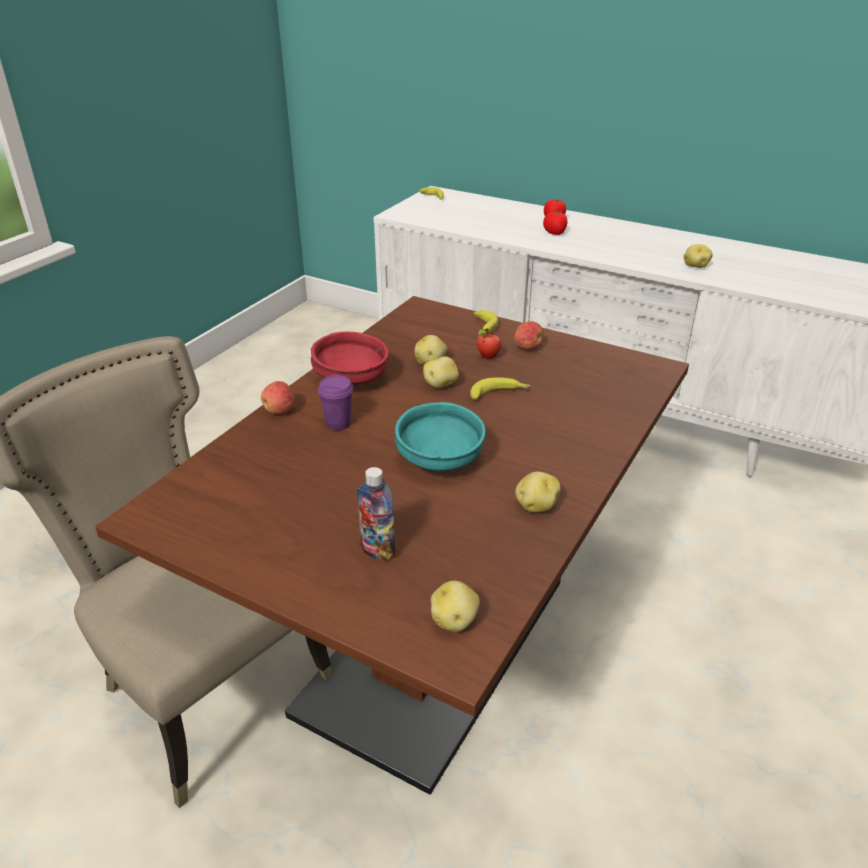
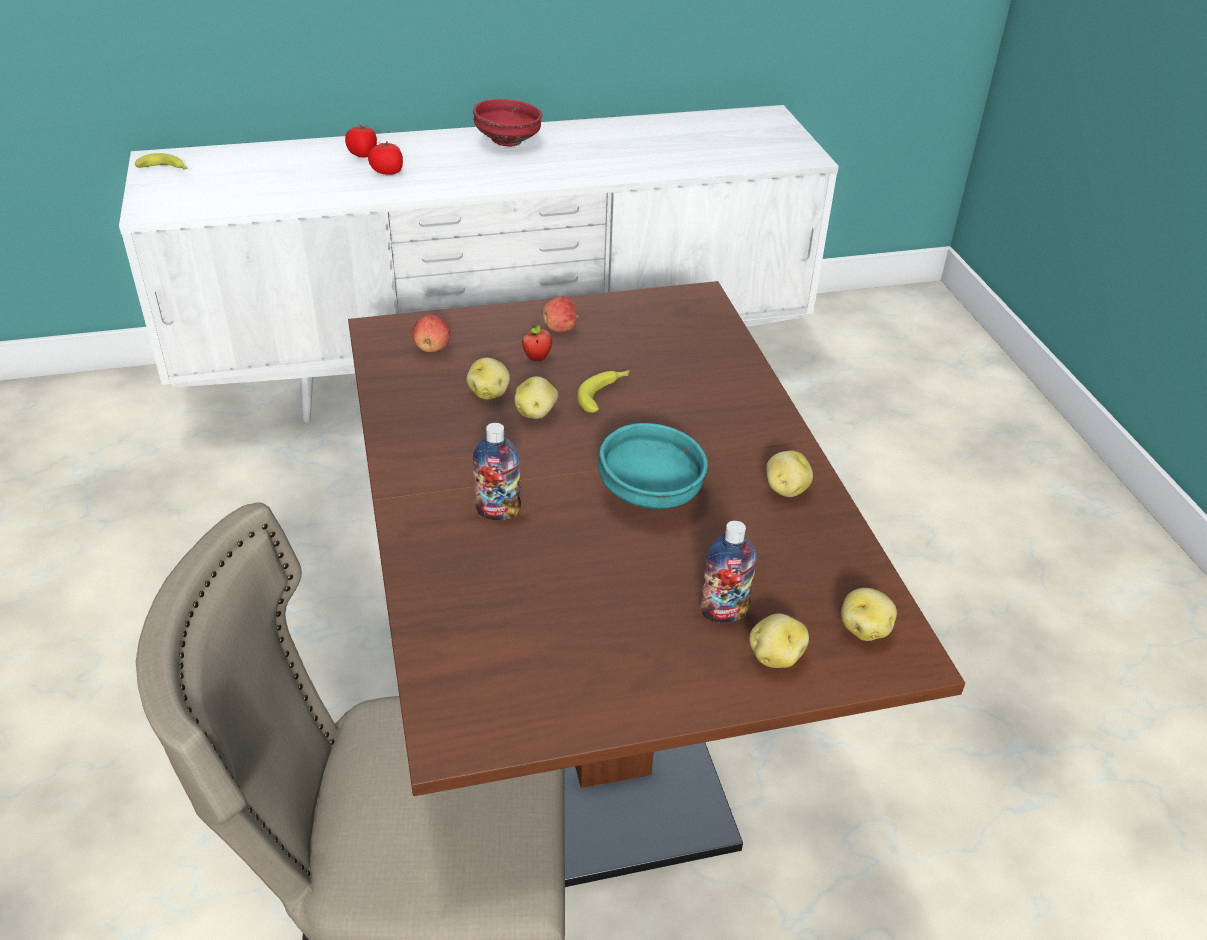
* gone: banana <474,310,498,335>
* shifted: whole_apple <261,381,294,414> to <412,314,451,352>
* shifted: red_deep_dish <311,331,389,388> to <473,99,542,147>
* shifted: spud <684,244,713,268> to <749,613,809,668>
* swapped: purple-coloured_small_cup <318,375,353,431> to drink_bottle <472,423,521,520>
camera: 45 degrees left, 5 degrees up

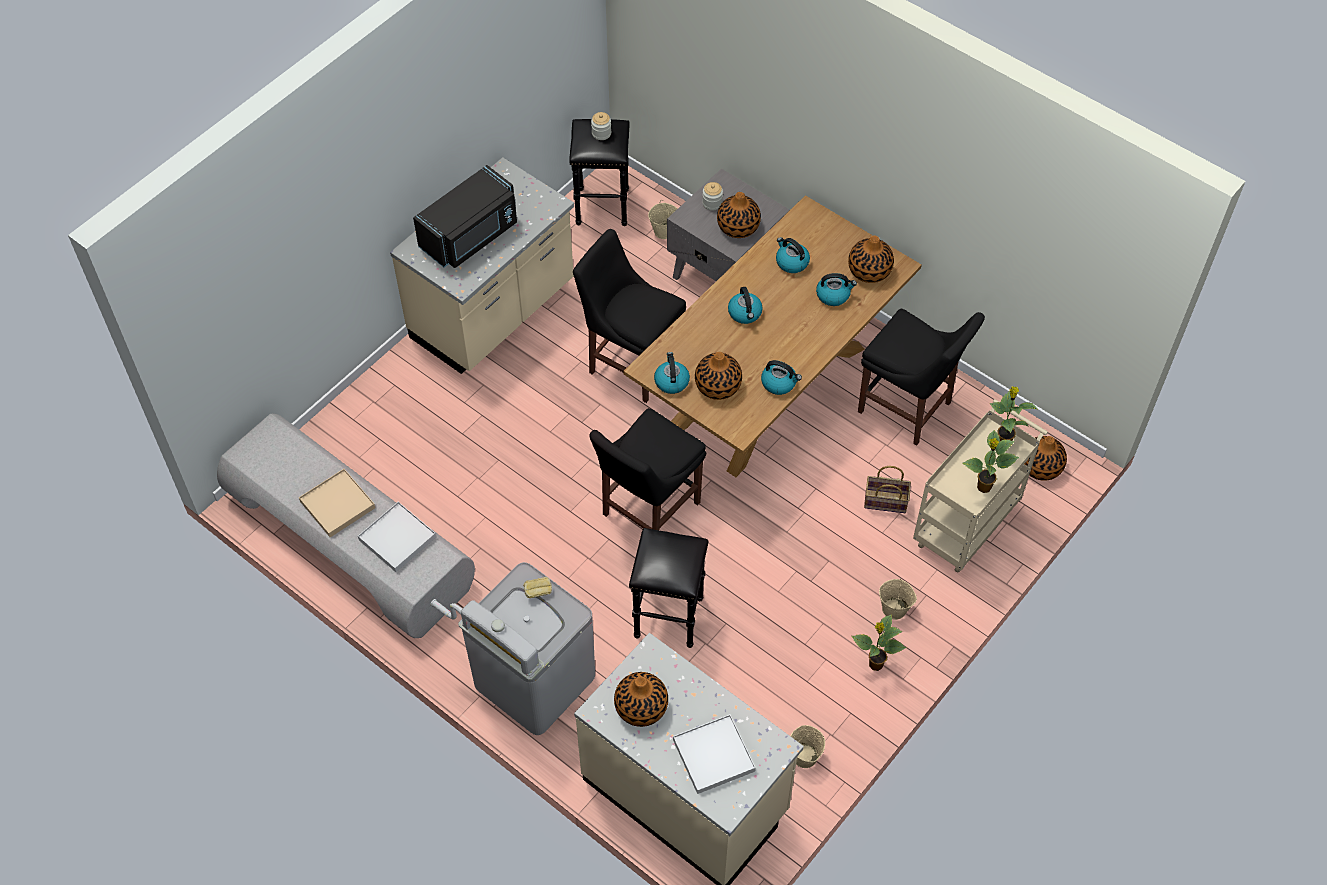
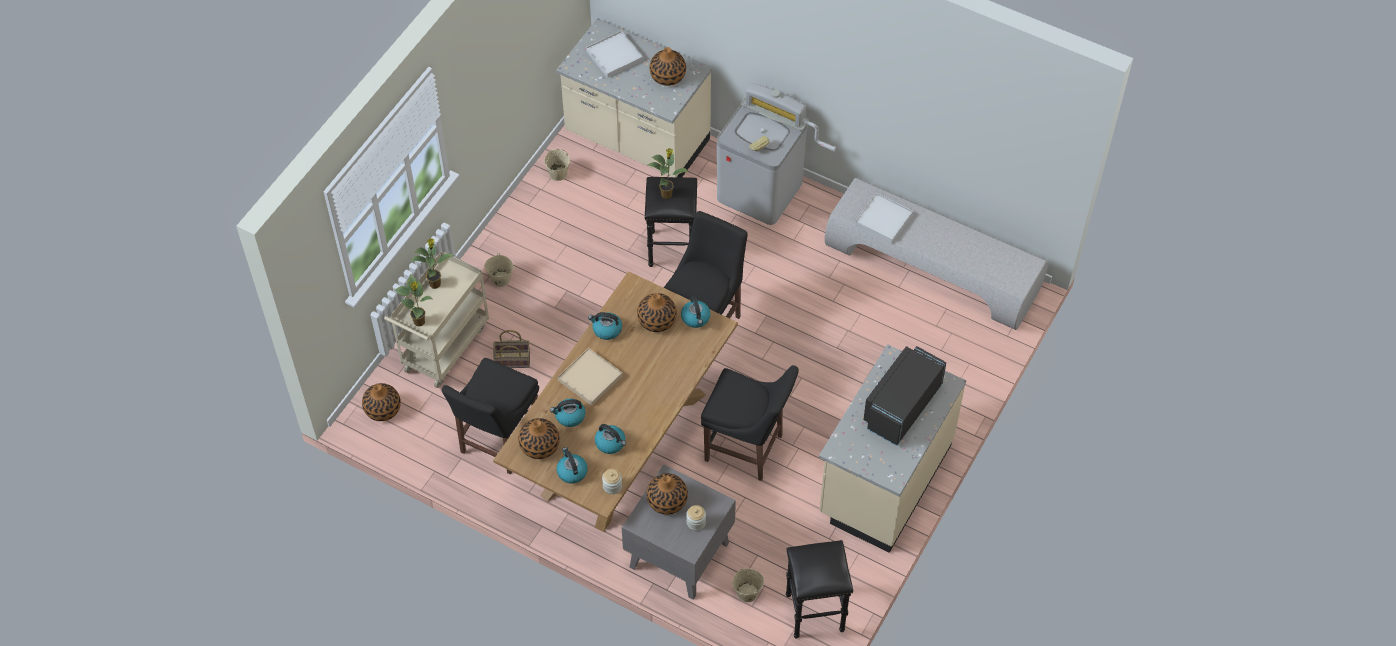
* shifted: beige_carrying_tray <299,469,375,537> to <558,348,623,406>
* shifted: preserve_jar <591,112,611,140> to <602,469,622,494>
* shifted: tea_kettle <728,287,763,324> to <556,447,588,483>
* shifted: plant_in_a_pot <851,615,907,671> to <648,148,689,199>
* rotated: blackish_upright_chair <858,309,985,446> = <442,358,539,475> 90 degrees counterclockwise
camera: 170 degrees right, 0 degrees up

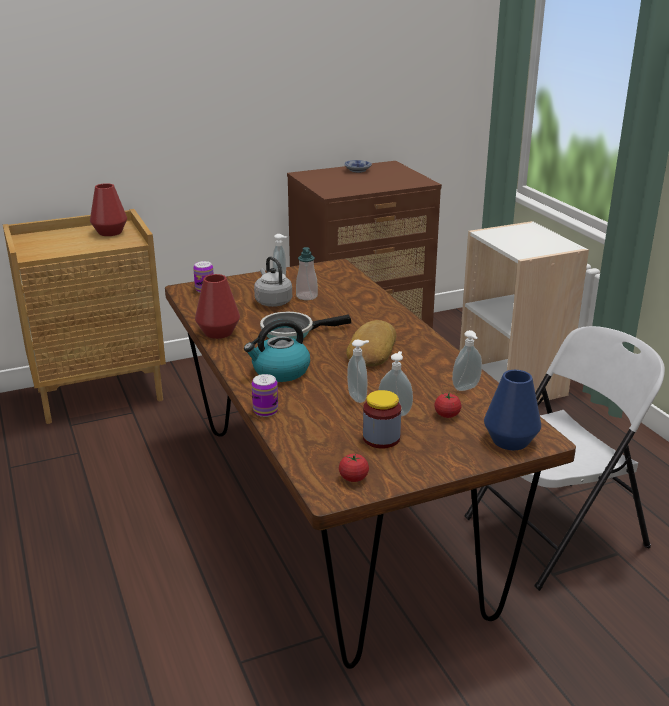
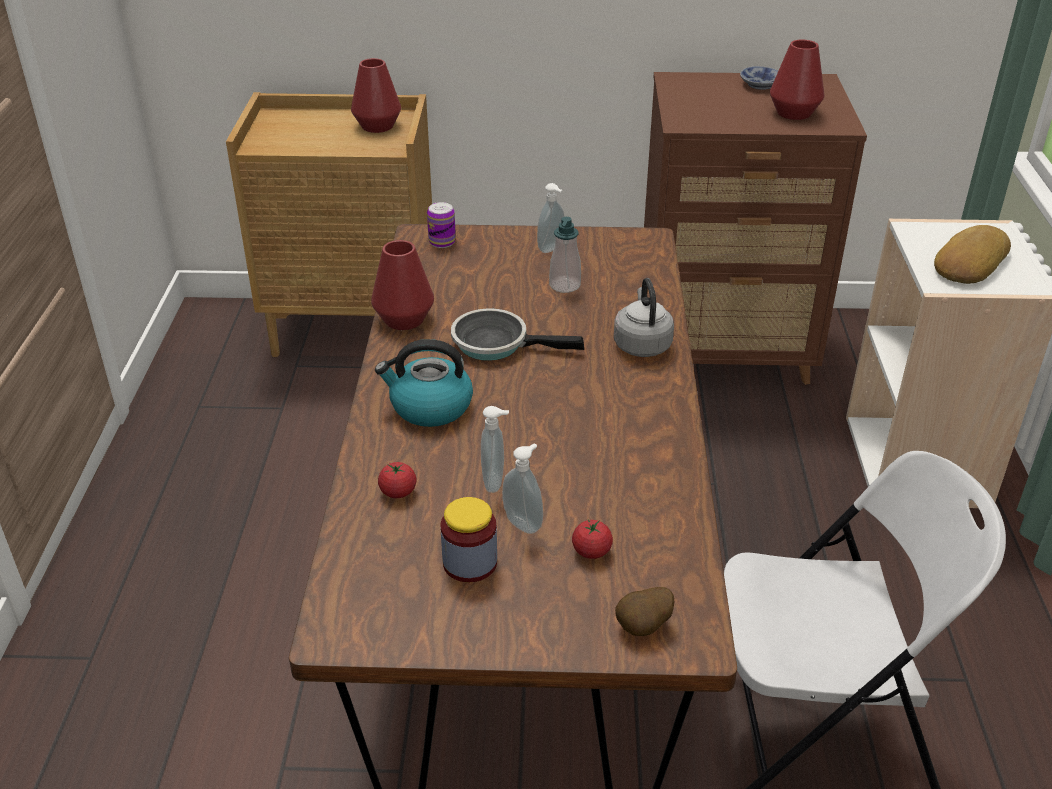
* gone: metal_can <252,374,278,417>
* gone: soap_bottle <452,330,482,391>
* new: red_decorative_vase <770,40,825,120>
* shifted: grey_tea_kettle <254,256,292,307> to <614,278,674,357>
* shifted: fresh_tomato <339,454,369,482> to <378,462,417,498>
* shifted: bakery_bread <346,320,396,367> to <934,225,1011,284>
* swapped: blue_decorative_vase <484,370,541,450> to spud <615,587,674,636>
camera: 25 degrees right, 10 degrees up

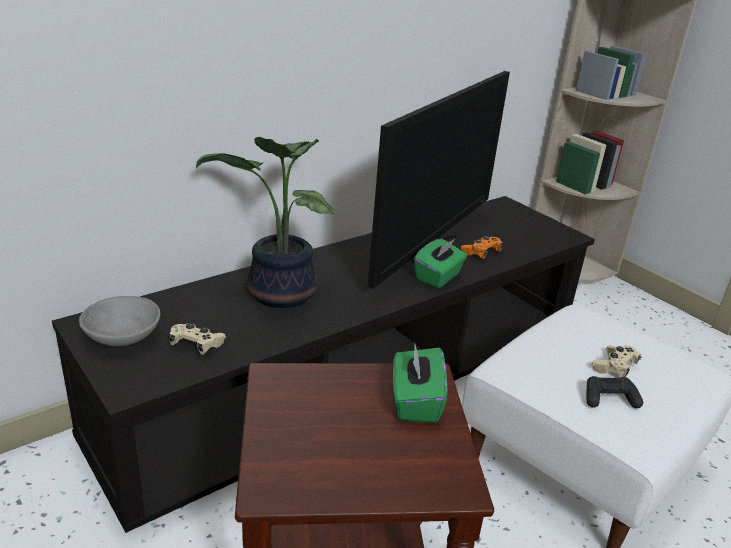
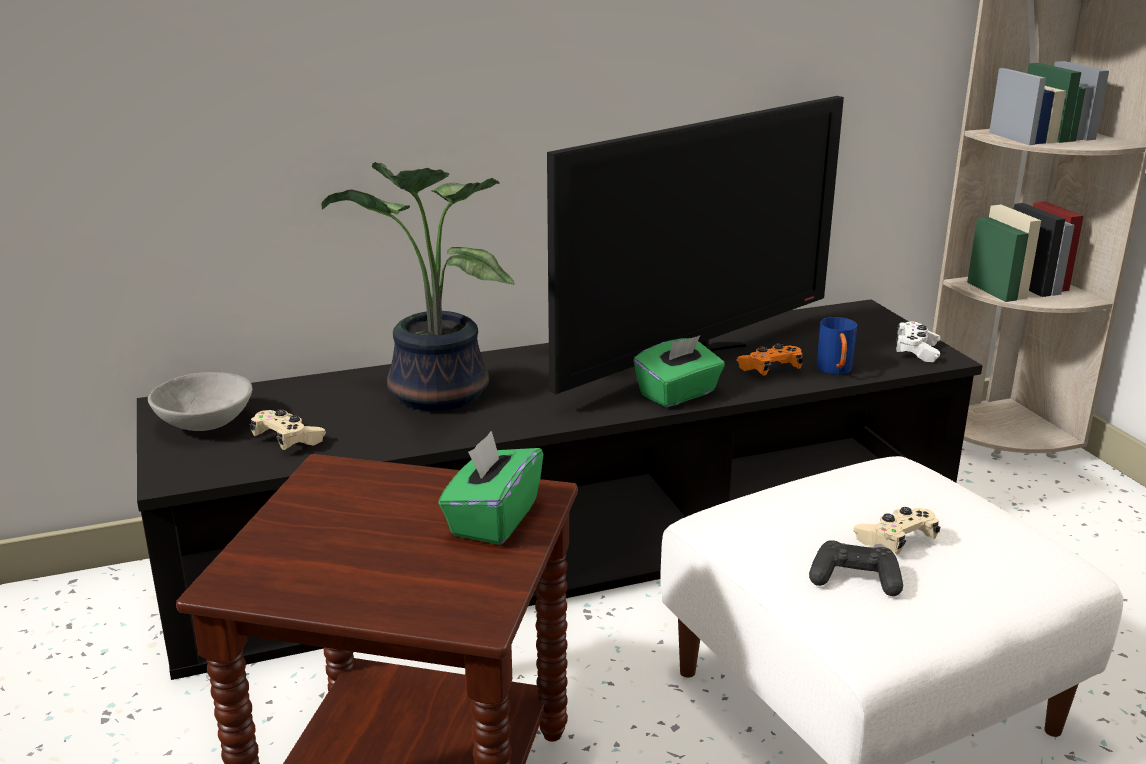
* new: blue_mug <817,317,857,375>
* new: white_gamepad <896,322,941,362>
camera: 20 degrees right, 5 degrees down

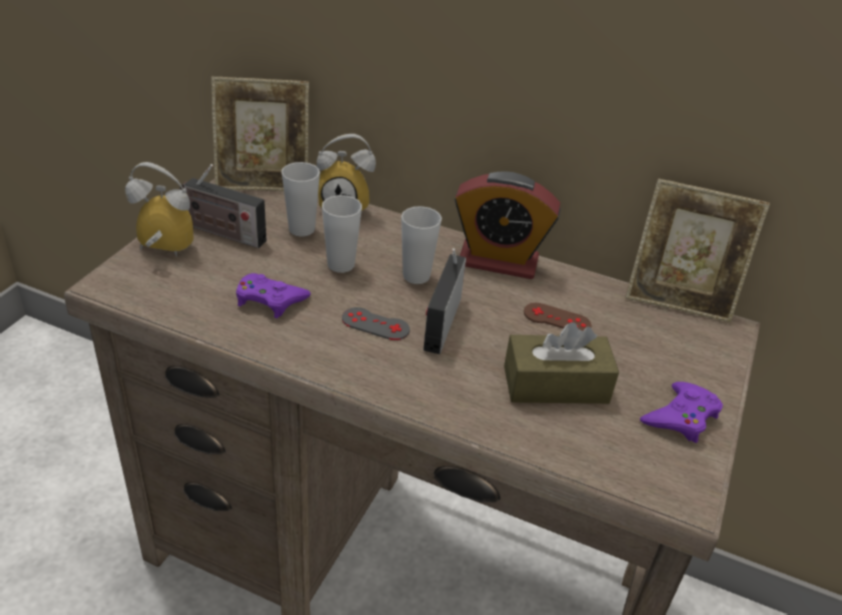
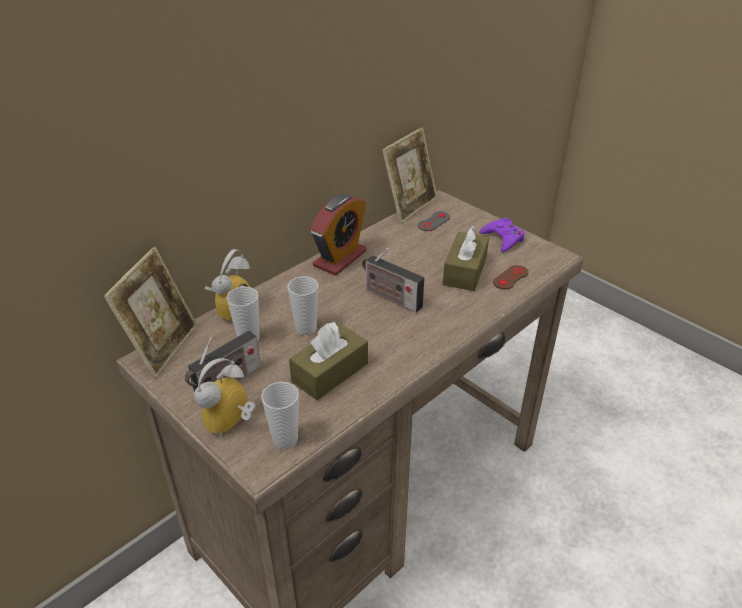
* shifted: grey_gamepad <342,307,410,340> to <418,211,450,231>
* shifted: small_cup <401,206,442,284> to <261,382,299,449>
* shifted: brown_gamepad <524,303,591,331> to <493,265,529,290>
* swapped: purple-coloured_gamepad <236,273,311,318> to brown_box_of_tissues <289,322,368,400>
camera: 65 degrees left, 0 degrees up

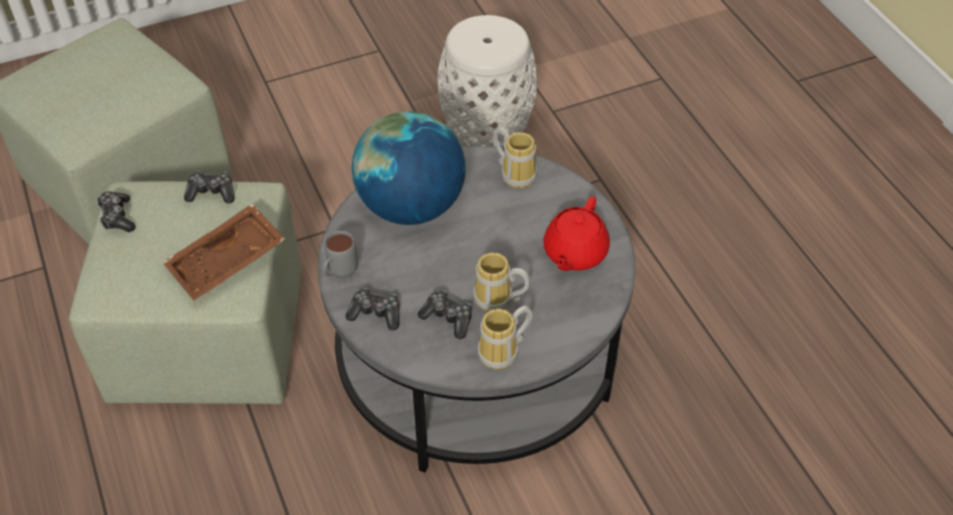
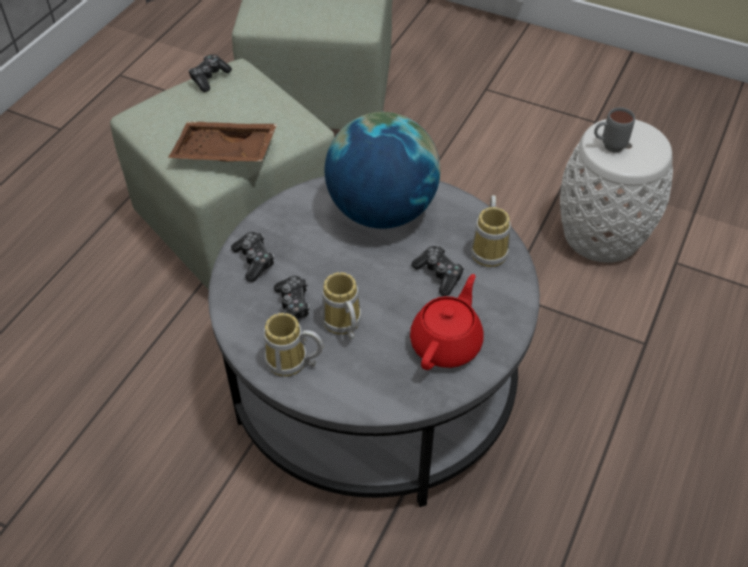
* shifted: gamepad <184,171,234,204> to <411,246,464,296>
* shifted: grey_mug <323,231,358,279> to <594,107,635,152>
* rotated: red_pot_for_tea <543,196,610,271> = <410,274,483,370> 135 degrees clockwise
camera: 50 degrees right, 0 degrees up

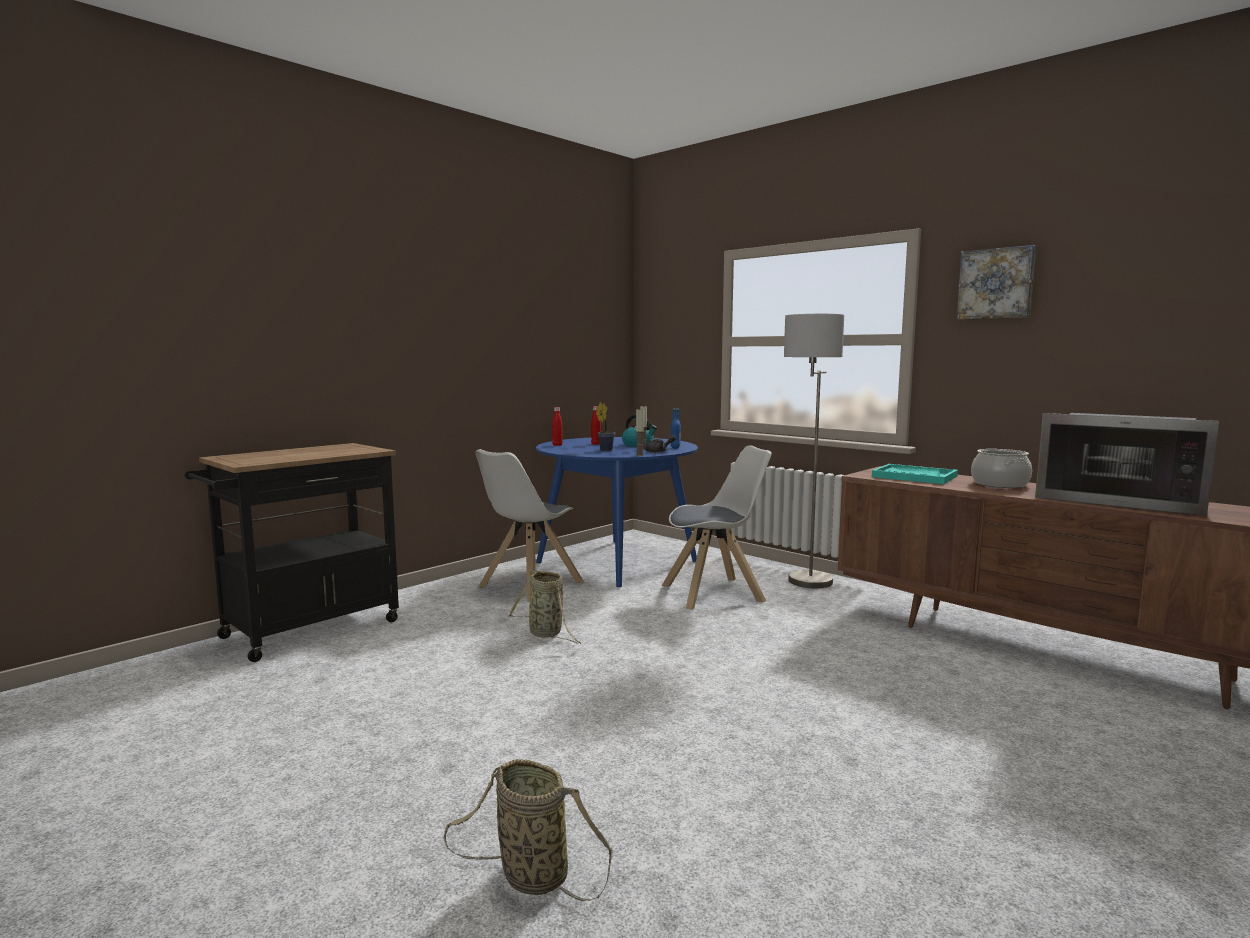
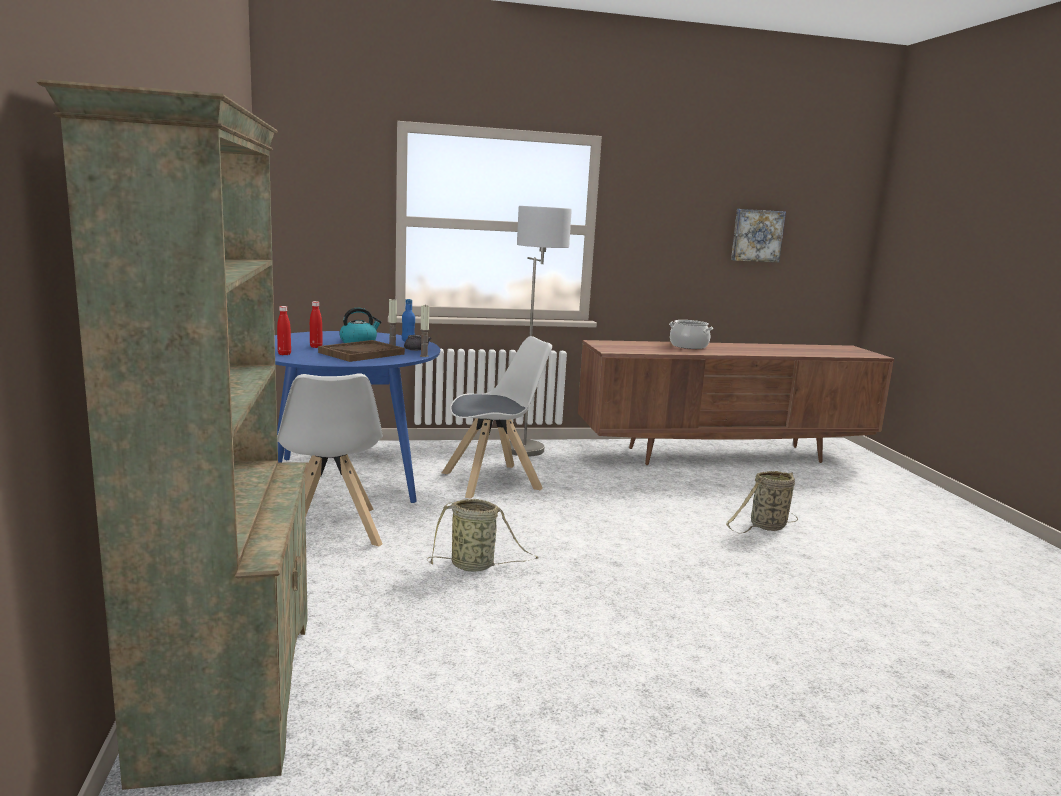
* gone: turquoise_carrying_tray <872,464,958,484>
* gone: microwave <1035,413,1219,516>
* shifted: household_basket <444,759,612,901> to <726,471,798,533>
* shifted: picture <956,245,1036,319> to <731,209,786,262>
* swapped: blackish_wheeled_cart <184,443,399,662> to green_bookcase <37,79,309,790>
* swapped: plant_in_a_pot <596,402,615,451> to brown_carrying_tray <318,340,405,362>
* rotated: upright_chair <662,445,772,610> = <442,336,552,499> 45 degrees clockwise
camera: 55 degrees left, 5 degrees up

